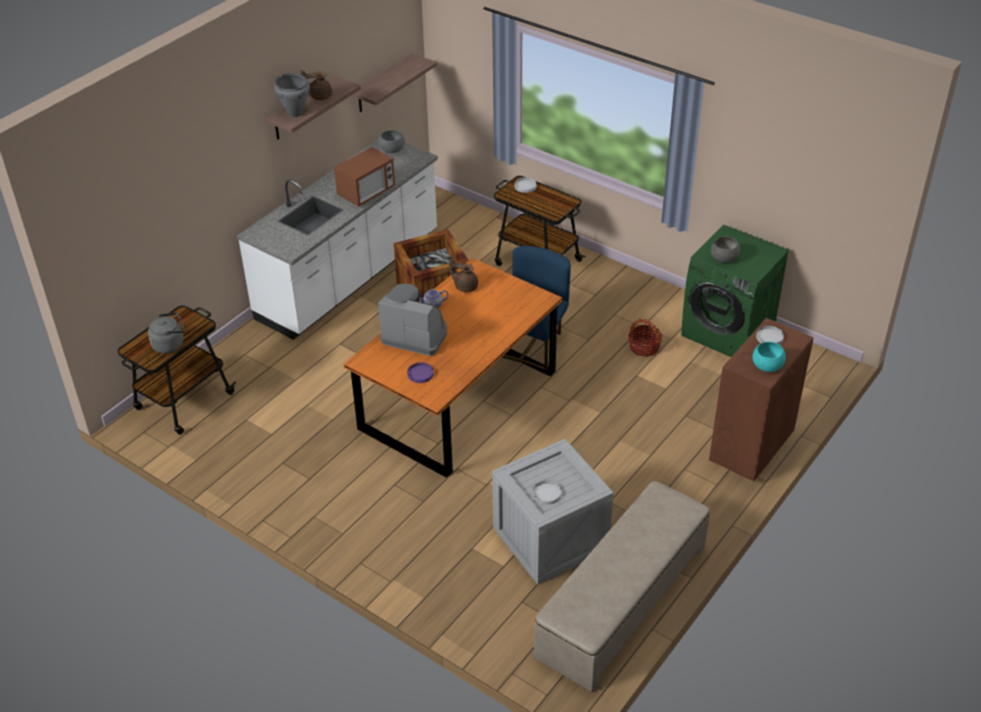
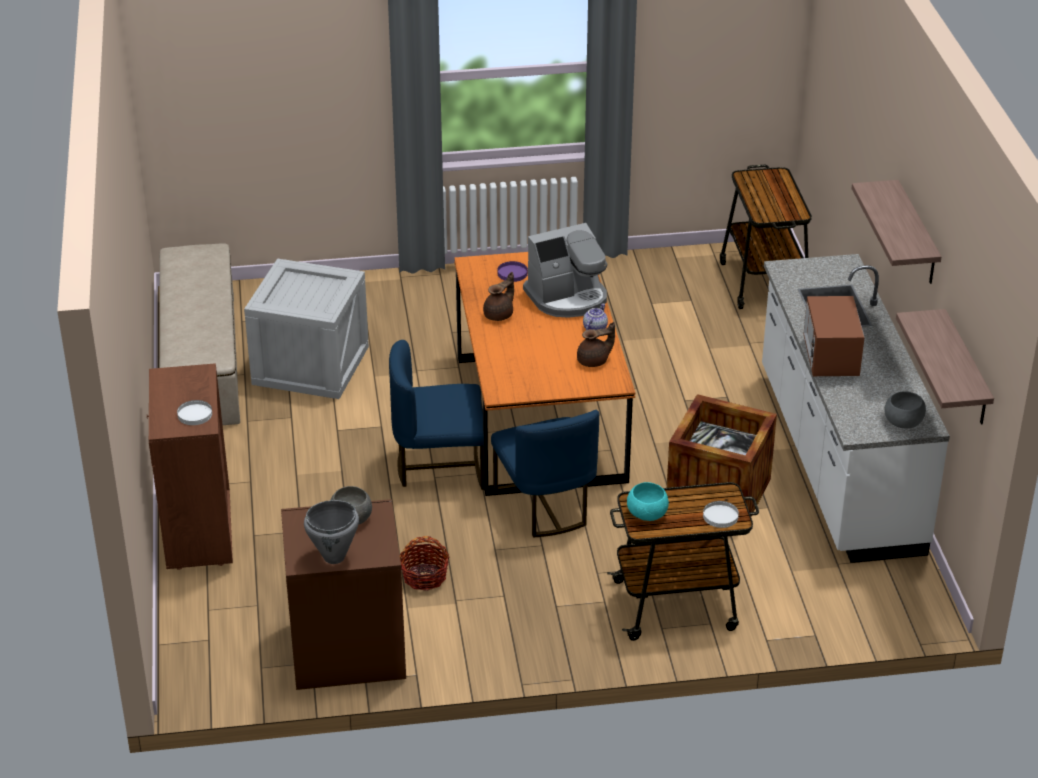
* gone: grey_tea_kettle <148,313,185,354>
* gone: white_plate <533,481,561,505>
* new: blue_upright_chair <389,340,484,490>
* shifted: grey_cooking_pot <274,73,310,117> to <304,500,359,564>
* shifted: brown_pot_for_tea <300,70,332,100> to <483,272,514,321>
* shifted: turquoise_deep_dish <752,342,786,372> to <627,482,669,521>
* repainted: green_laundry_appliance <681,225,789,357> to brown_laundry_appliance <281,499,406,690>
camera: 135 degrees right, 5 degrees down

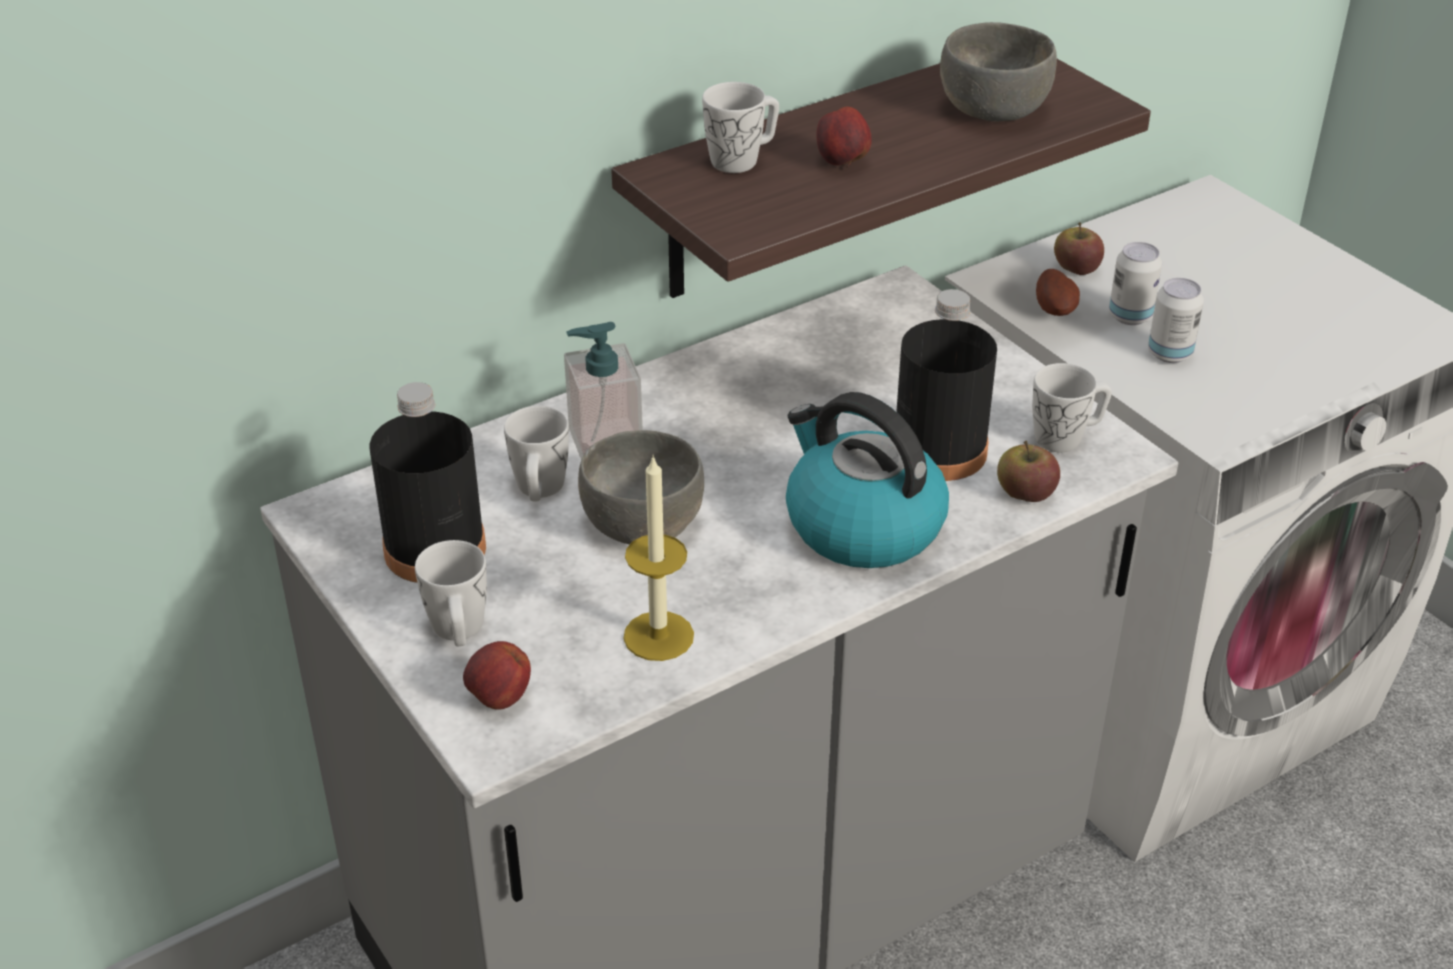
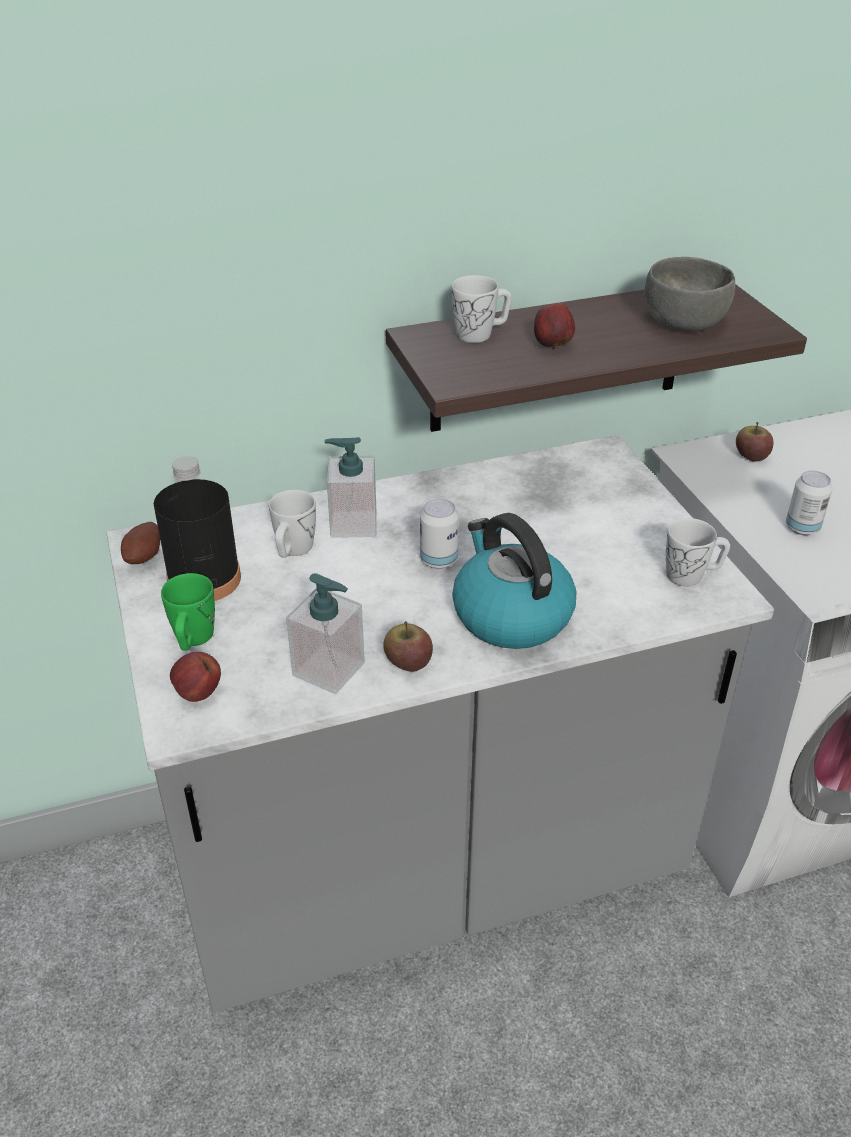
* gone: grey_deep_dish <578,430,704,544>
* gone: blackish_drink_bottle <896,289,997,481>
* shifted: whole_apple <997,441,1060,502> to <383,621,433,672>
* shifted: spud <1036,269,1080,316> to <121,522,160,564>
* shifted: metal_can <1109,242,1162,325> to <420,498,459,569>
* swapped: candle <623,455,694,661> to soap_bottle <286,573,365,694>
* repainted: white_mug <415,540,487,646> to green_mug <161,573,215,651>
camera: 15 degrees right, 0 degrees up

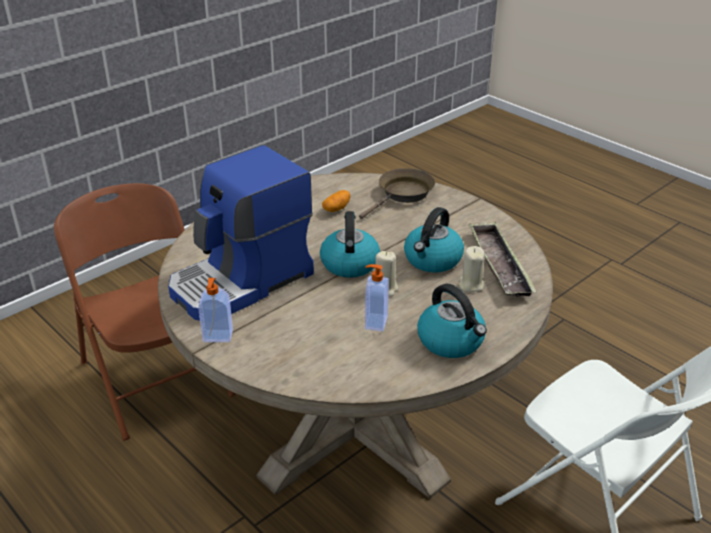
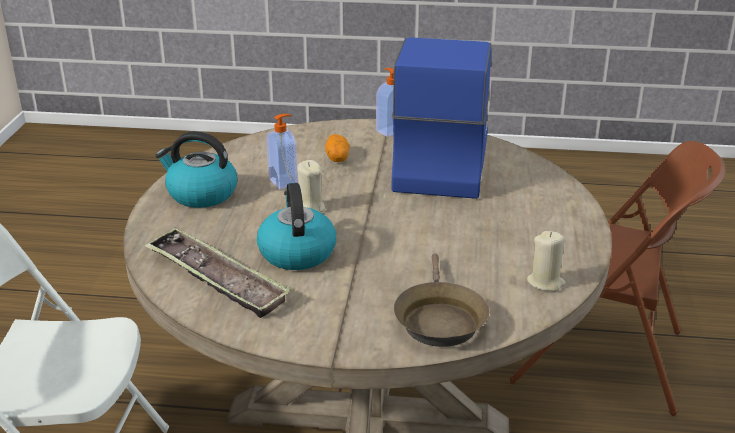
* gone: tea_kettle <320,211,380,278>
* shifted: spud <322,190,350,212> to <325,134,350,162>
* shifted: beige_candle <459,246,485,292> to <527,231,566,292>
camera: 140 degrees right, 5 degrees down

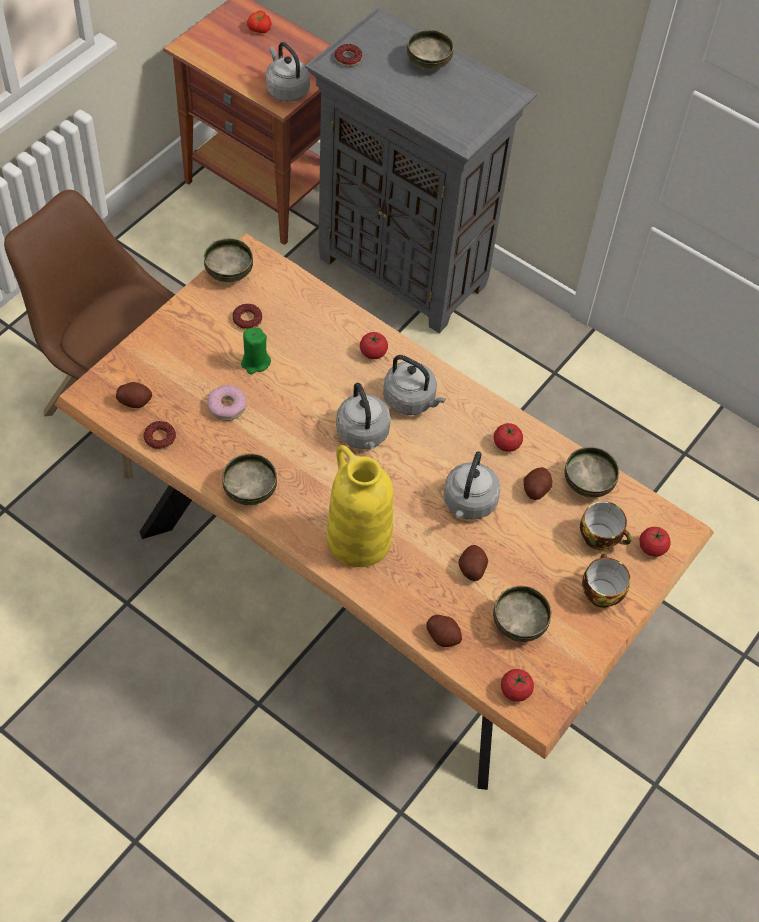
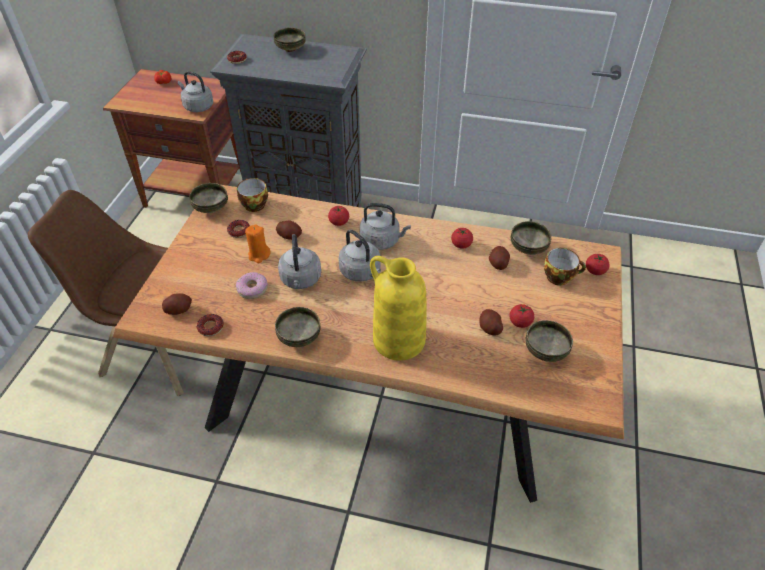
* shifted: spud <426,615,462,647> to <276,221,302,240>
* shifted: grey_tea_kettle <444,451,501,520> to <278,234,321,289>
* shifted: fresh_tomato <501,669,534,702> to <509,304,534,328>
* shifted: small_cup <582,553,630,608> to <237,178,268,212>
* repainted: green_candle <241,328,271,375> to orangey_candle <245,225,271,263>
camera: 20 degrees left, 10 degrees down

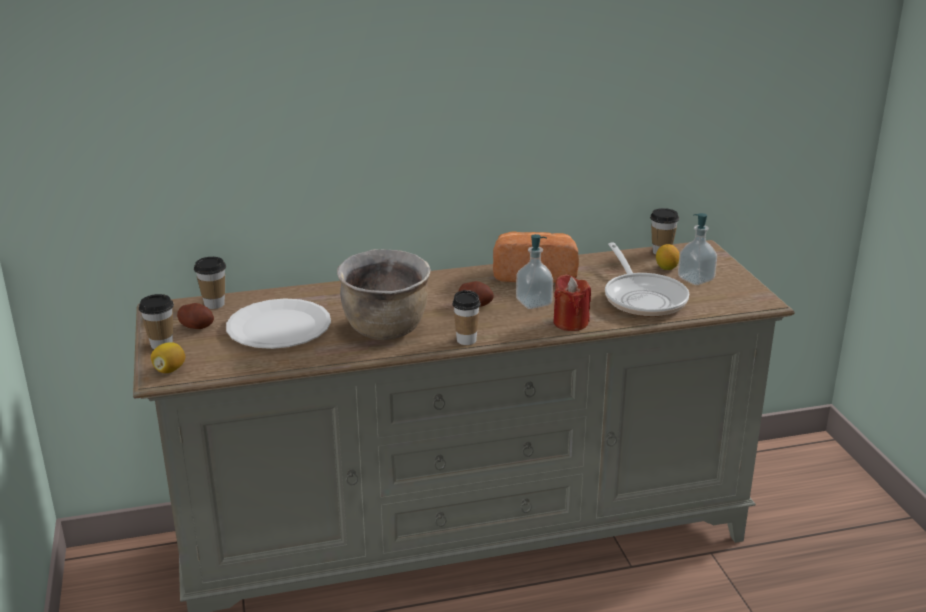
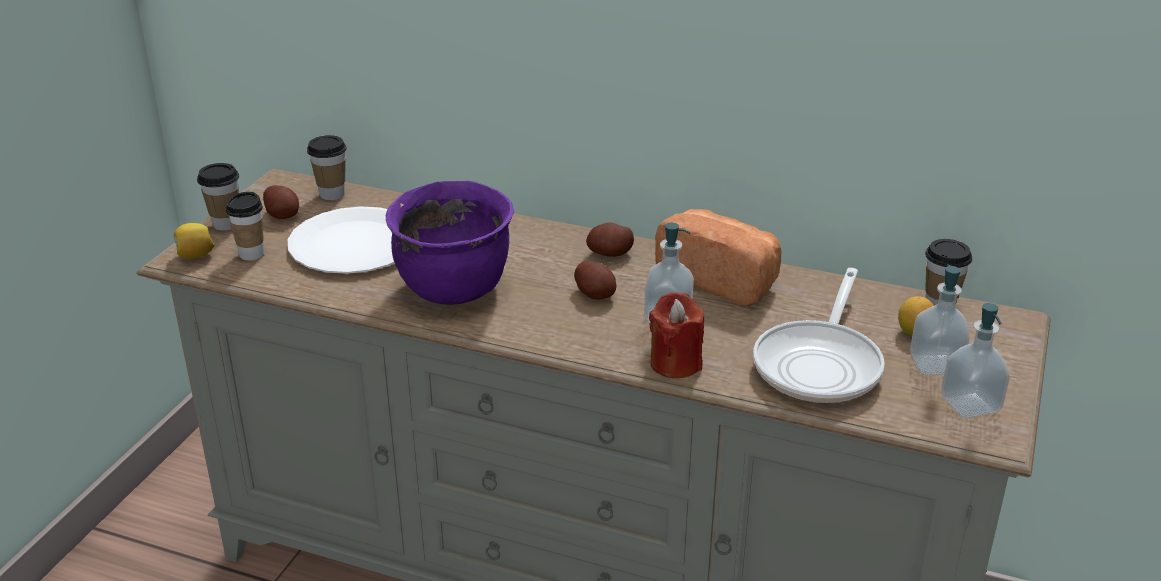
* new: spud <586,222,634,257>
* new: soap_bottle <941,303,1010,418>
* shifted: small_cup <452,290,481,345> to <226,192,264,260>
* repainted: brown_cooking_pot <337,249,431,340> to purple-coloured_cooking_pot <386,181,514,305>
camera: 35 degrees right, 5 degrees up

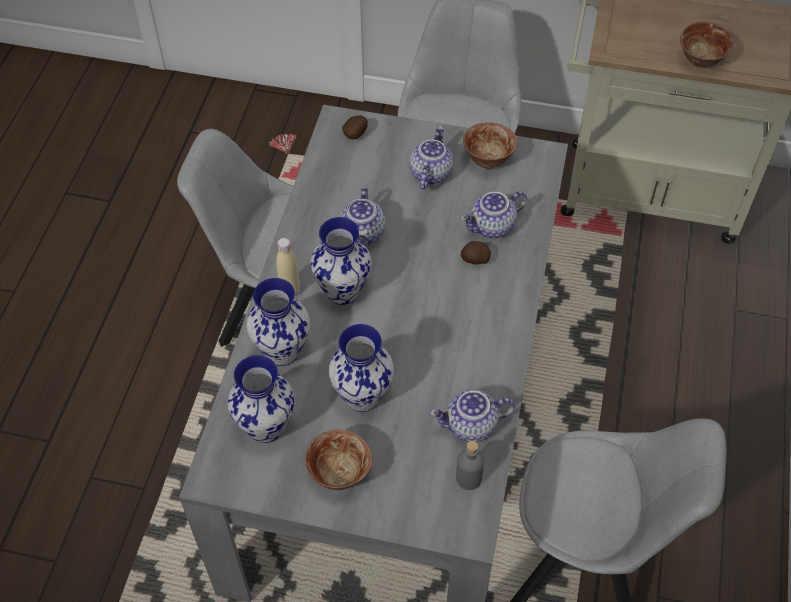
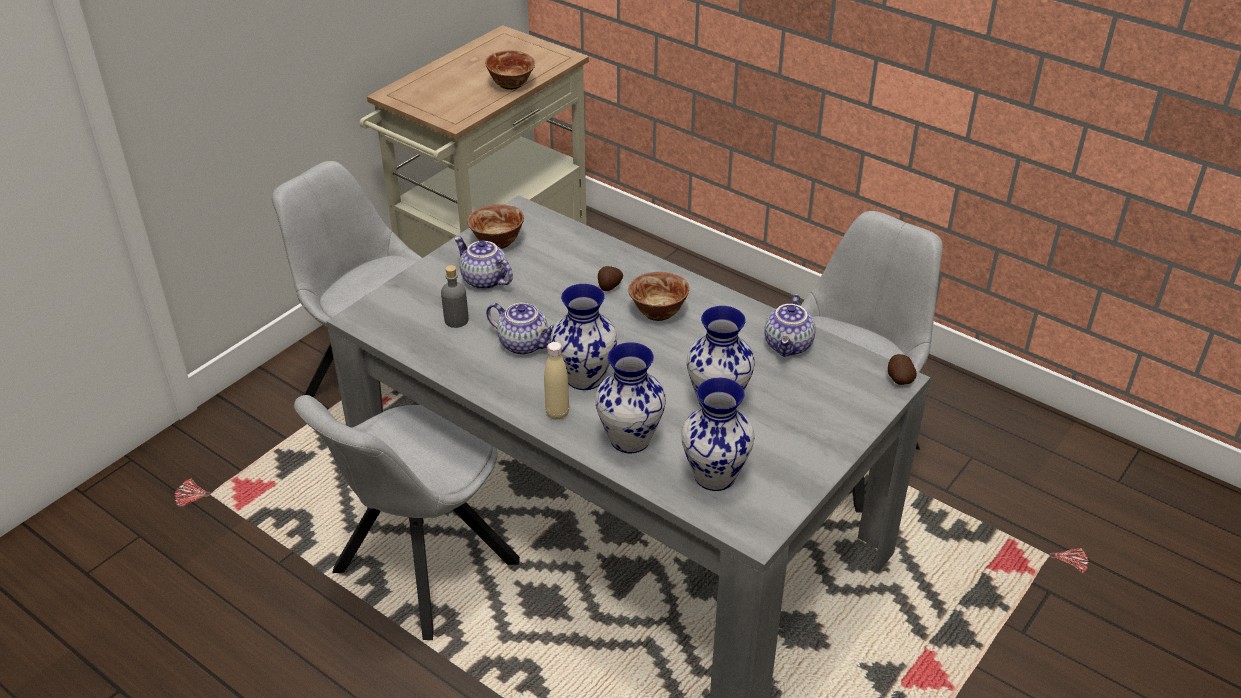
* gone: pot_for_tea <460,191,527,238>
* shifted: deep_dish <305,430,372,490> to <628,272,689,321>
* shifted: spud <342,116,368,139> to <888,354,917,385>
* shifted: grey_drink_bottle <456,440,484,490> to <441,265,469,328>
camera: 65 degrees left, 15 degrees down

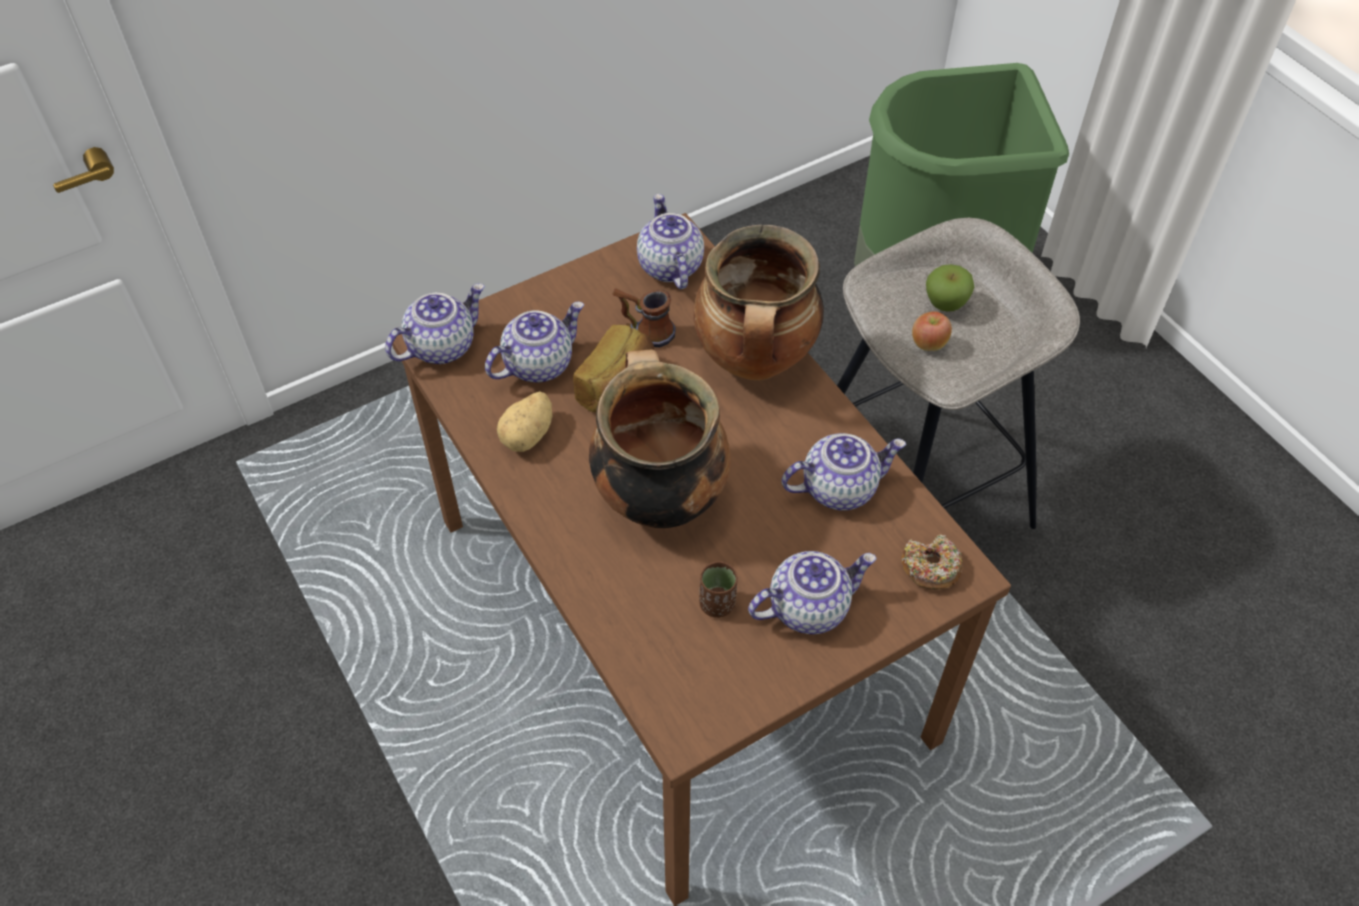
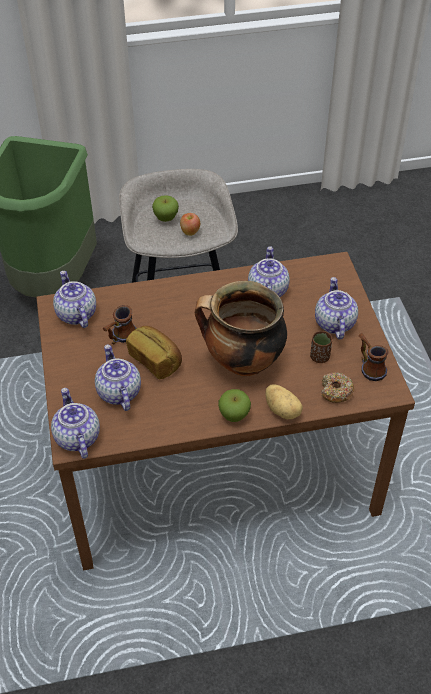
* gone: cooking_pot <694,224,824,380>
* new: whole_apple <218,389,251,422>
* new: mug <359,333,389,381>
* shifted: spud <497,391,553,452> to <266,384,303,420>
* shifted: ring_doughnut <901,535,963,590> to <321,372,354,403>
* rotated: pot_for_tea <637,194,704,290> = <53,271,96,328> 60 degrees clockwise
camera: 70 degrees left, 5 degrees down

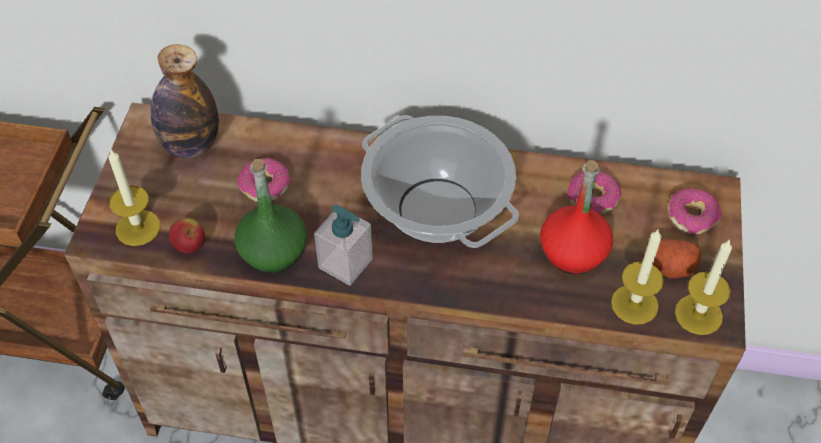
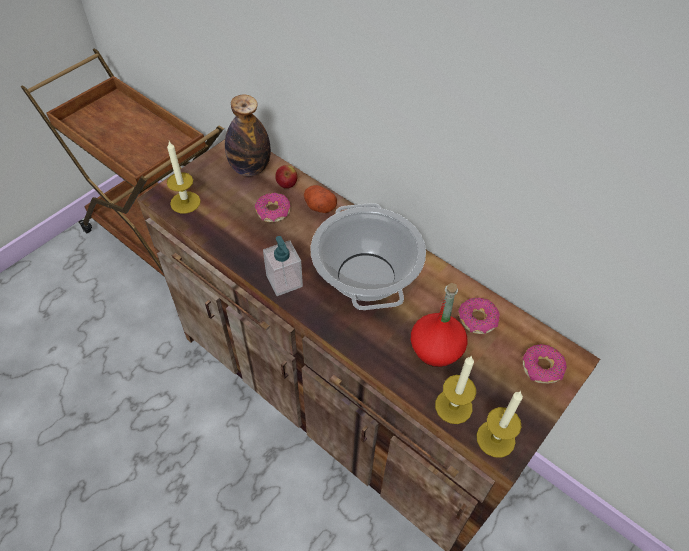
* gone: green_drink_bottle <234,159,307,273>
* shifted: whole_apple <169,218,205,254> to <275,165,298,188>
* shifted: spud <653,239,701,279> to <304,185,337,213>
camera: 30 degrees right, 0 degrees up

